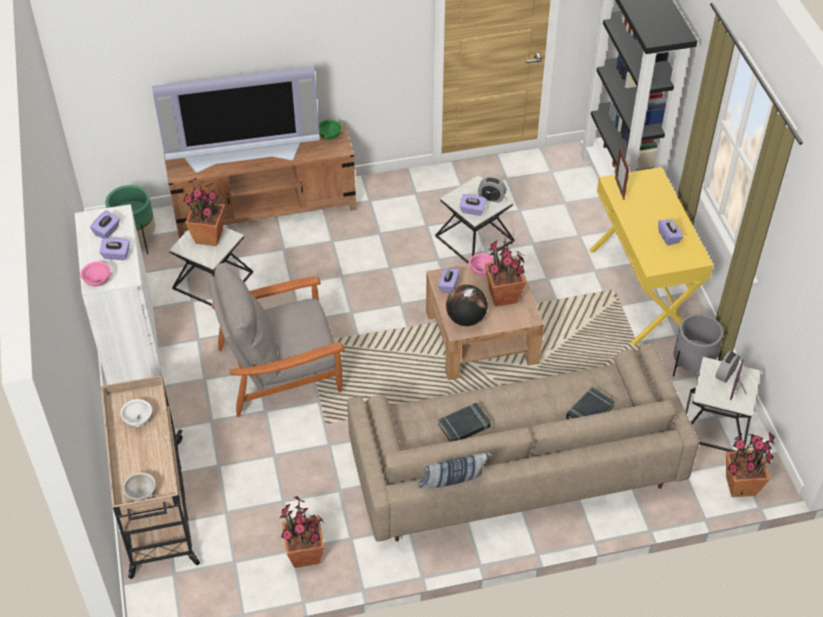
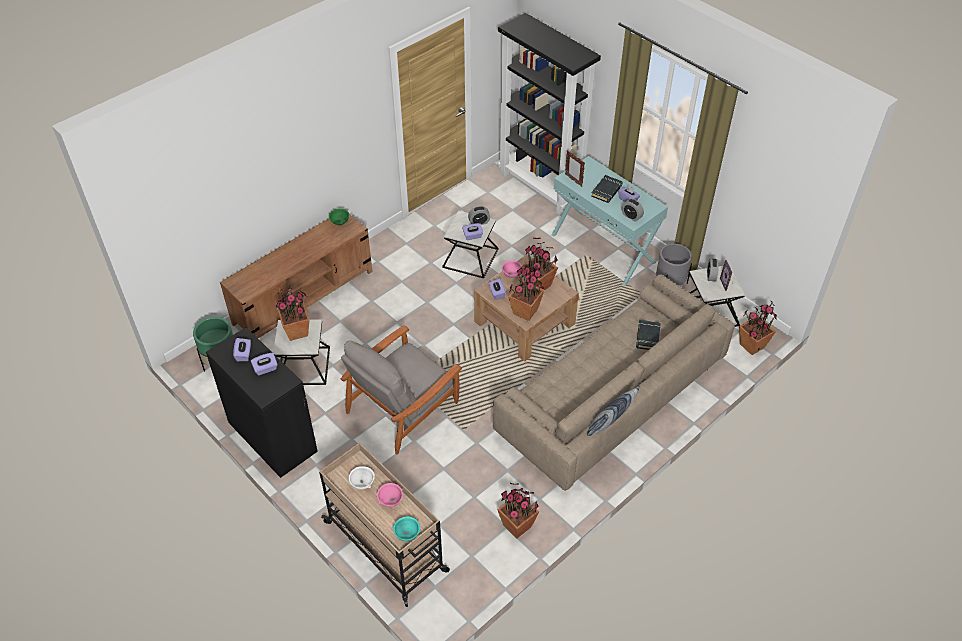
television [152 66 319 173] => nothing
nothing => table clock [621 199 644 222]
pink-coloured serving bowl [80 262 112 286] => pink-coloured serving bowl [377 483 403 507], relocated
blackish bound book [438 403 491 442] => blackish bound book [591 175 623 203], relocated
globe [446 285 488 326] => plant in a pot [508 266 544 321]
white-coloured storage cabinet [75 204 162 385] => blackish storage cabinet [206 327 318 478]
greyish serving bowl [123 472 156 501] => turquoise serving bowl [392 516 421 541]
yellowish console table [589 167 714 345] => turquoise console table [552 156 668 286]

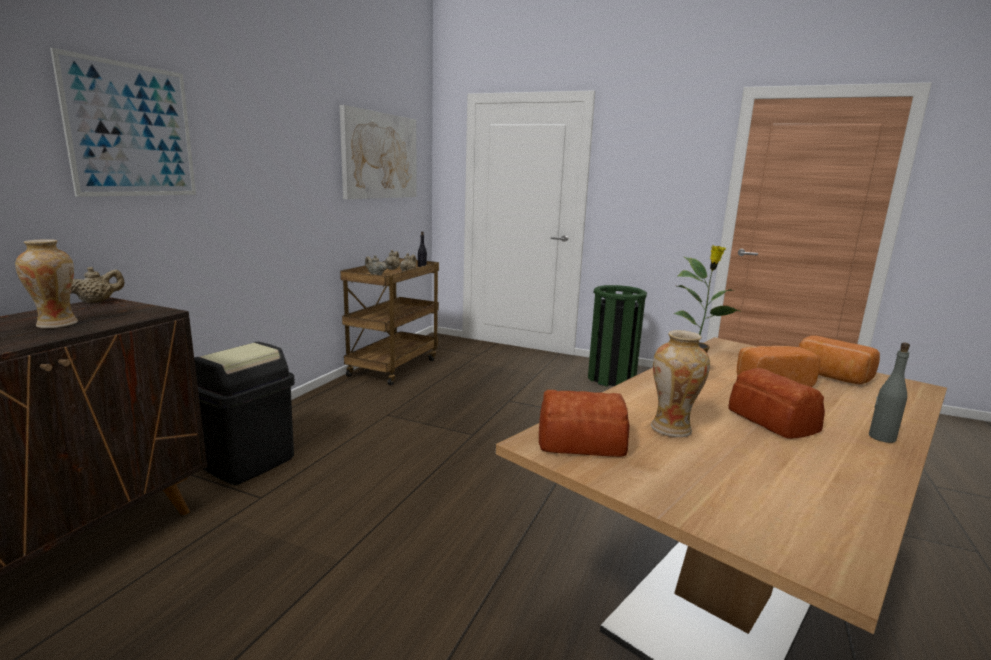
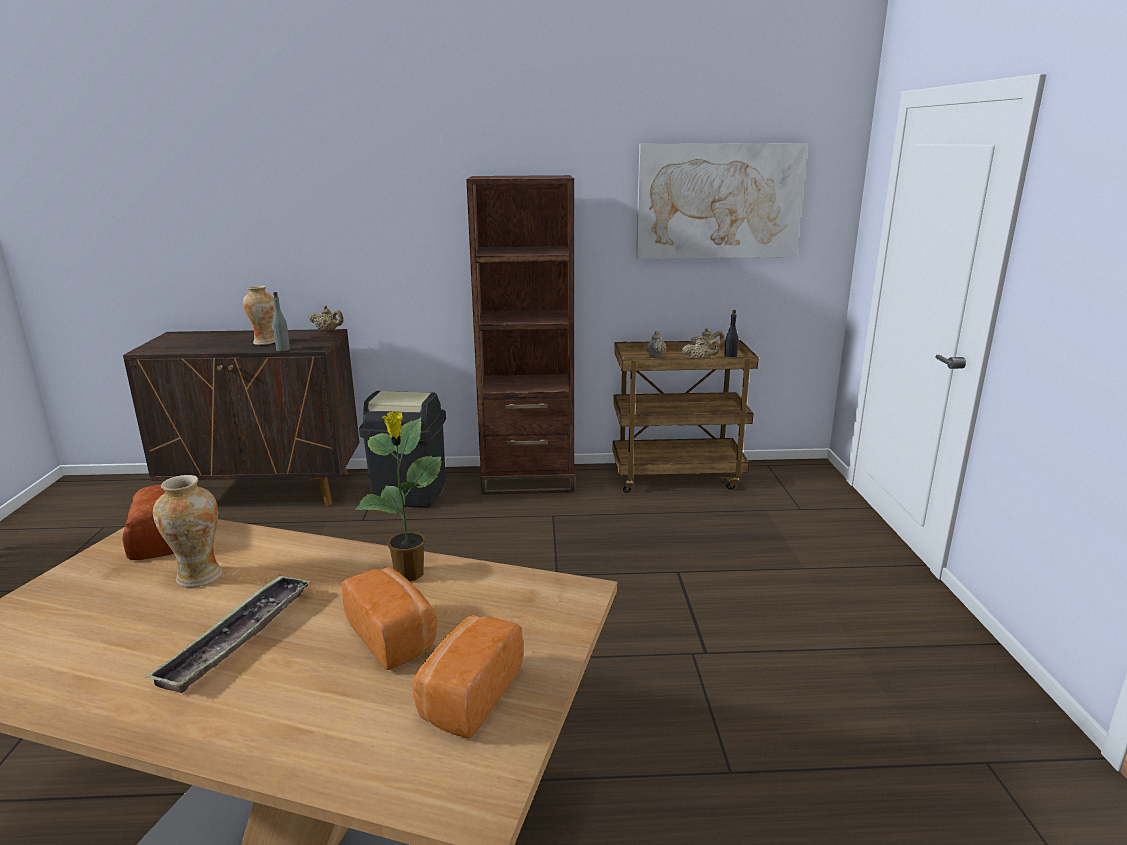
wall picture [50 48 196 197] => nothing
greenish trash can [588 285 647 386] => nothing
nothing => brownish shelving unit [466 175 575 495]
greyish beverage bottle [869 343 910 443] => greyish beverage bottle [273 292 290 351], relocated
bakery bread [728 368 825 439] => carrying tray [146 575 311 693]

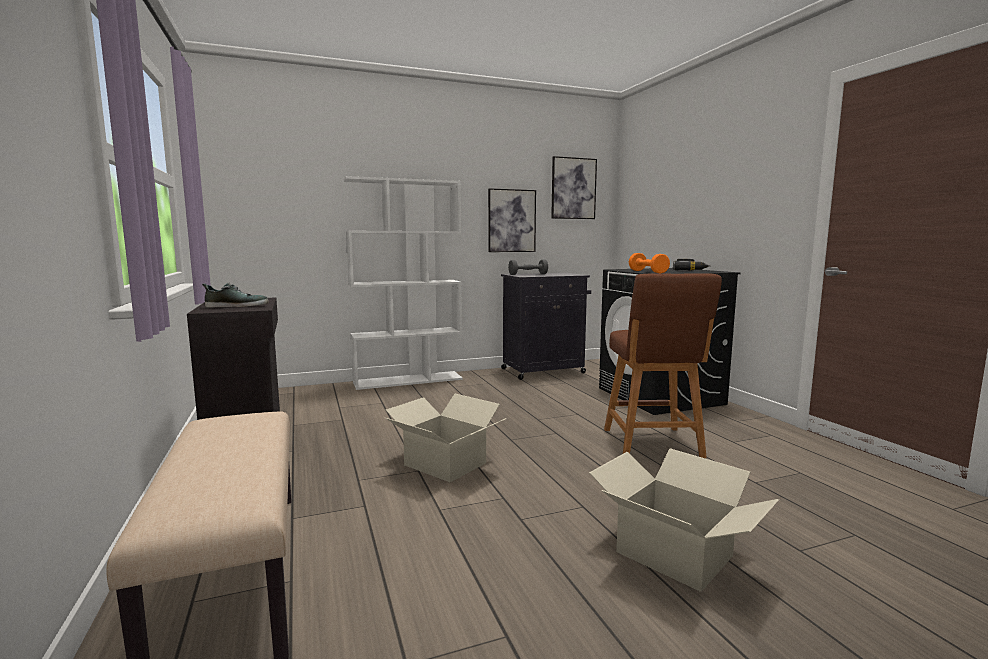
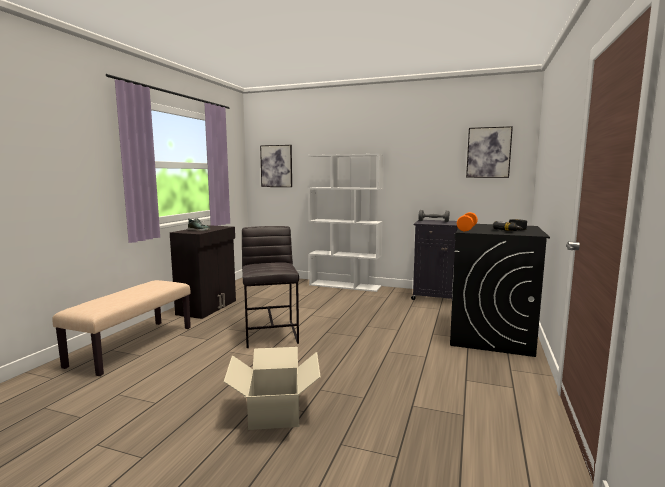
brownish stool seat [604 273 722 458] => nothing
wall picture [488 188 536 252] => wall picture [260 145 292 187], relocated
carton [386 394 507 482] => greyish stool seat [242 226 299 348]

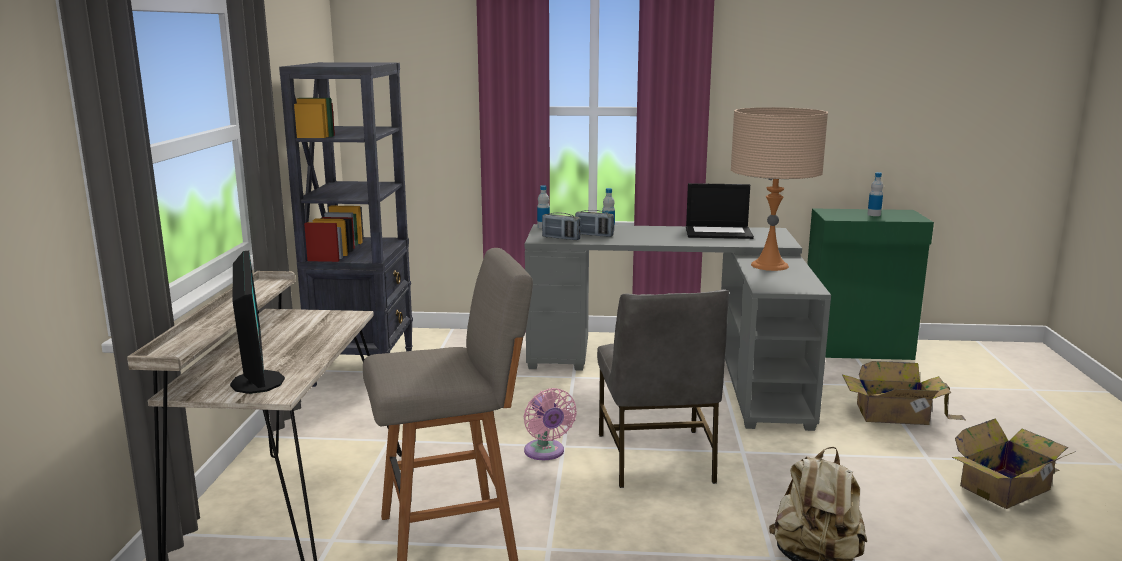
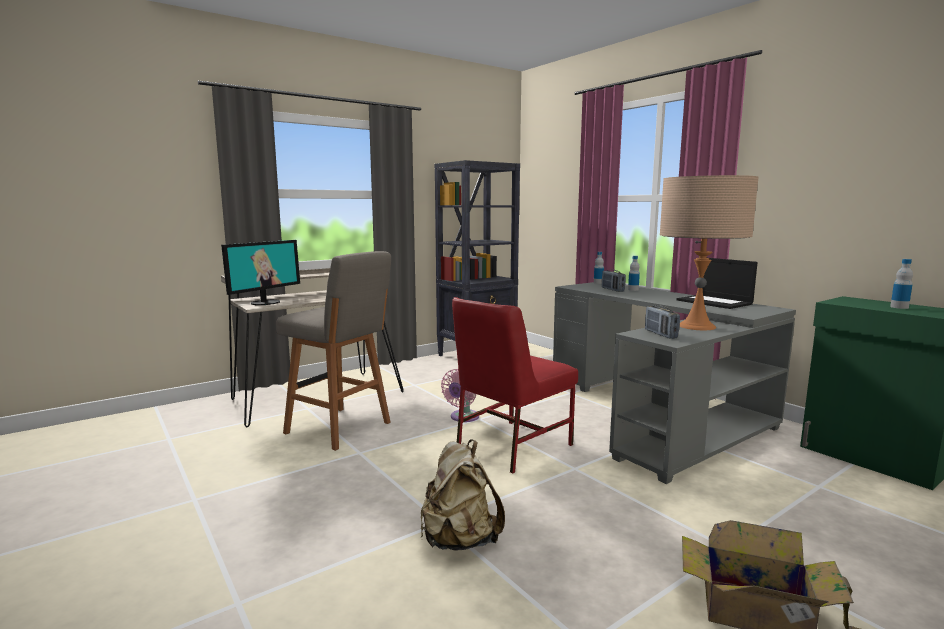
carton [842 361 966 425] => nothing
radio receiver [542 213 581 240] => radio receiver [645 305 680 339], relocated
greyish chair [597 289 729 488] => red chair [452 297 578 474]

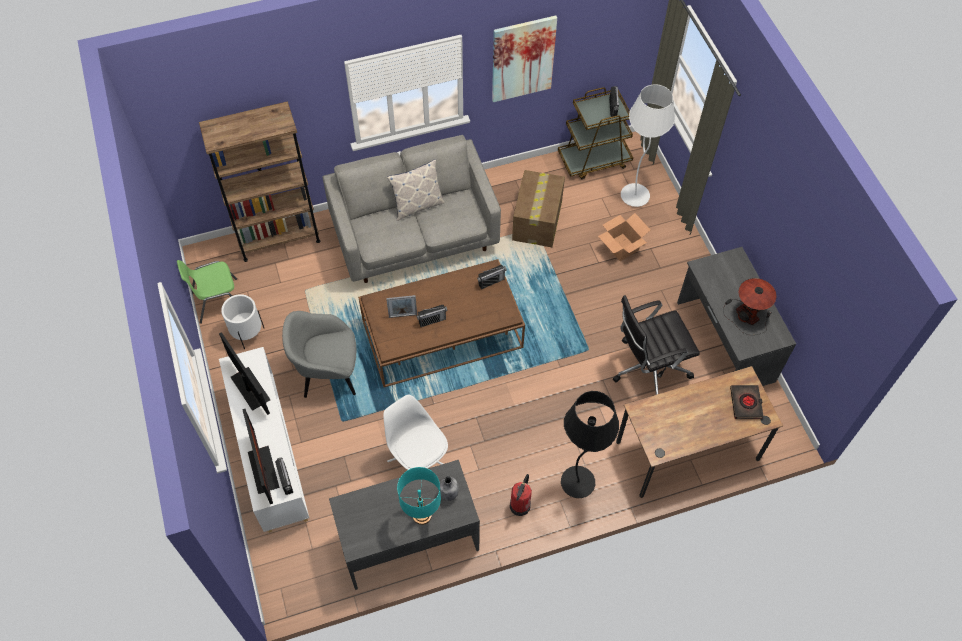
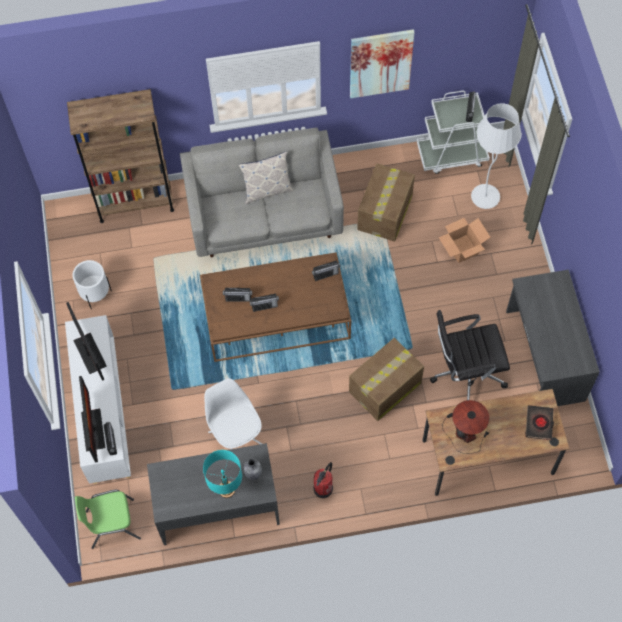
greyish armchair [282 311 356 398] => nothing
blackish standard lamp [561 391 619 498] => nothing
nothing => carton [349 338 424 421]
greenish chair [177 260 237 324] => greenish chair [75 490 141 549], relocated
tabletop lamp [723 278 777 335] => tabletop lamp [442 400 490 454], relocated
picture frame [386 295 417 318] => radio receiver [223 288 252 302]
brownish wheeled cart [558 87 633 179] => white-coloured wheeled cart [417 91 490 174]

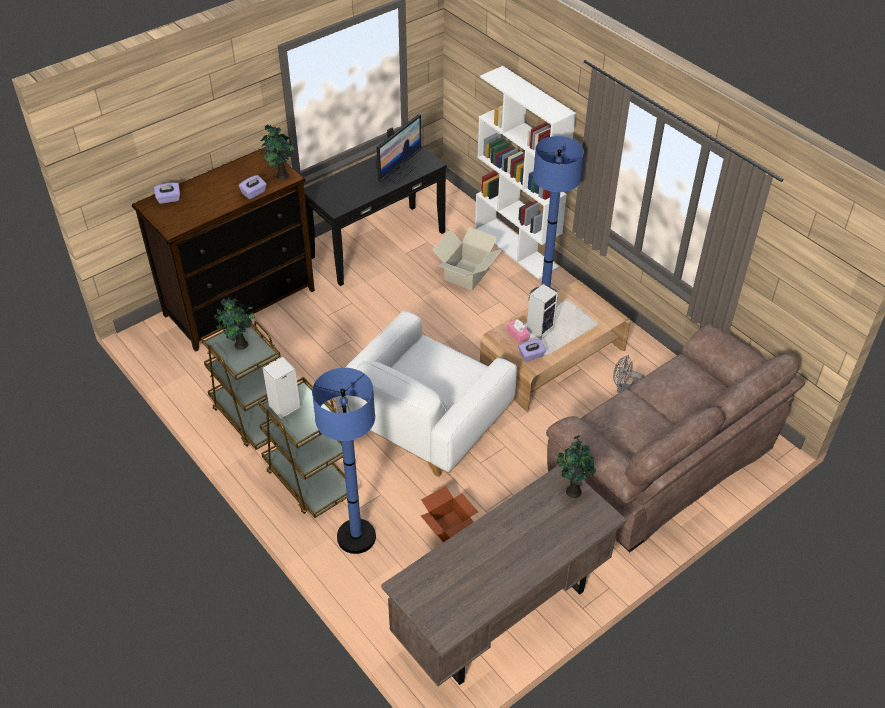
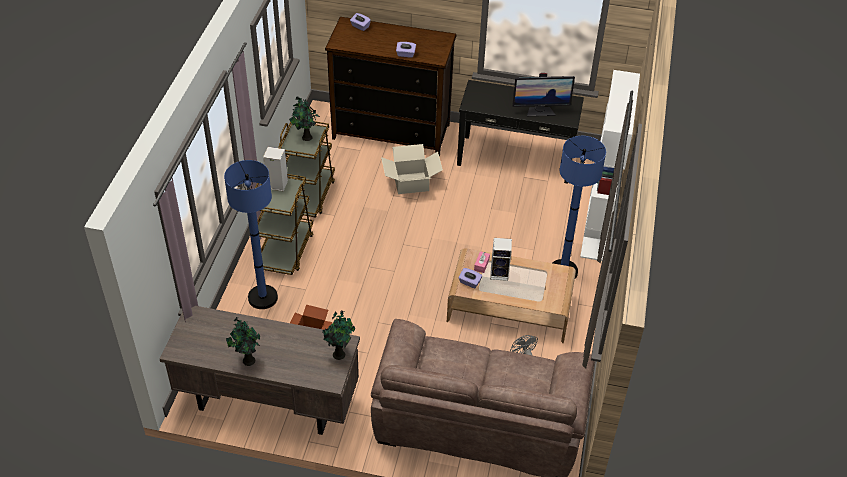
white-coloured armchair [336 311 517 477] => nothing
plant in a pot [260 125 297 180] => plant in a pot [226 317 260 366], relocated
carton [433 227 503 290] => carton [381 144 443 194], relocated

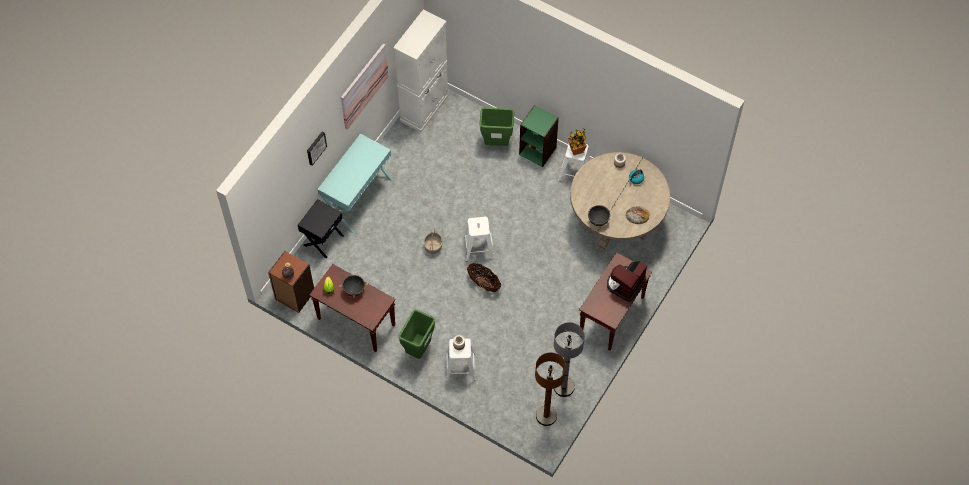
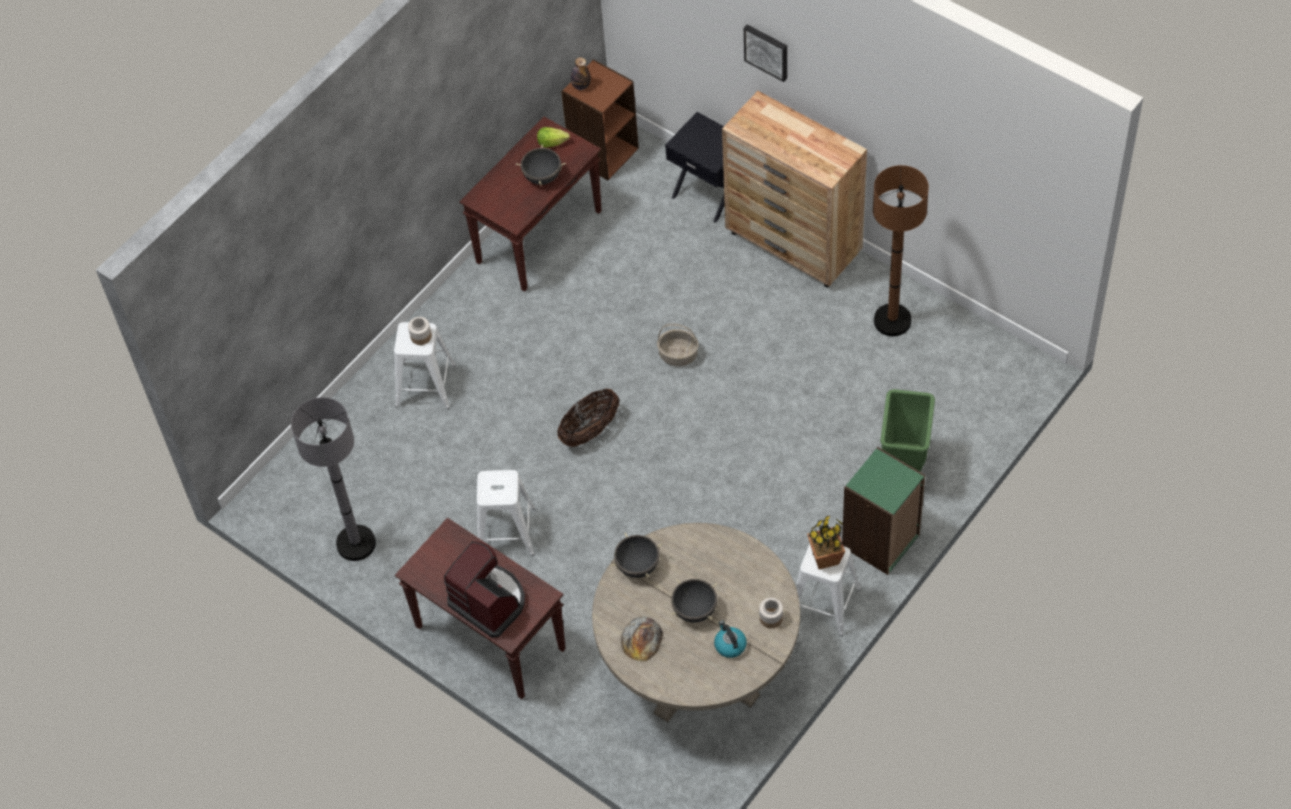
wall picture [341 44 388 130] => nothing
white-coloured storage cabinet [393 10 449 132] => nothing
greenish trash can [398 310 435 359] => nothing
nothing => blackish stockpot [671 579 717 623]
white-coloured stool seat [463 217 495 261] => white-coloured stool seat [477 470 535 556], relocated
brownish standard lamp [535 352 566 426] => brownish standard lamp [873 165 929 336], relocated
turquoise console table [317 134 393 233] => brownish chest of drawers [722 91 867 288]

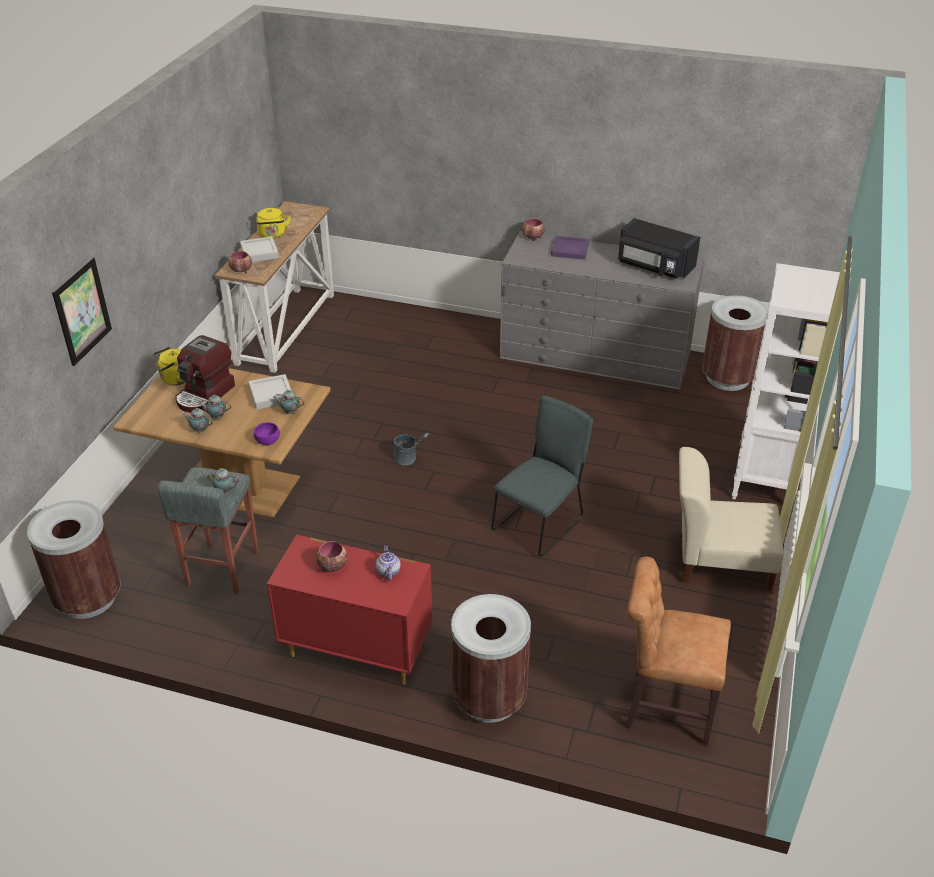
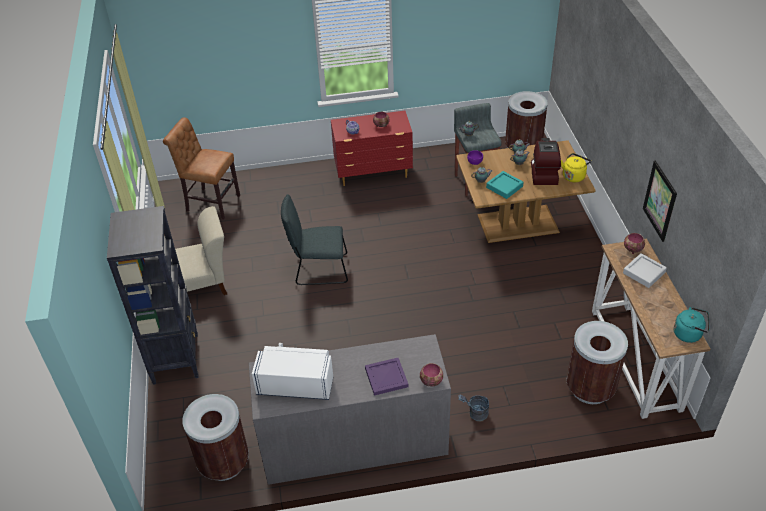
yellowish kettle [256 208 291 239] => nothing
nothing => turquoise kettle [674 307 709 343]
wall picture [52 257 112 366] => wall picture [643 161 677 242], relocated
greyish pail [394 433 429 466] => greyish pail [458 394 489 421], relocated
brownish trash can [451 594 531 723] => brownish trash can [567 321 628 404], relocated
greyish carrying tray [248 374 291 410] => turquoise carrying tray [486 171 524 199]
blackish microwave oven [618 218 700 279] => white-coloured microwave oven [252 343 333 400]
white-coloured shelving unit [732 263 842 499] => blackish shelving unit [107 206 198 385]
greyish chair [491 396 593 556] => greyish chair [281 194 348 285], 75 degrees clockwise
brownish chair [625 557 731 746] => brownish chair [163 118 240 219], 150 degrees counterclockwise

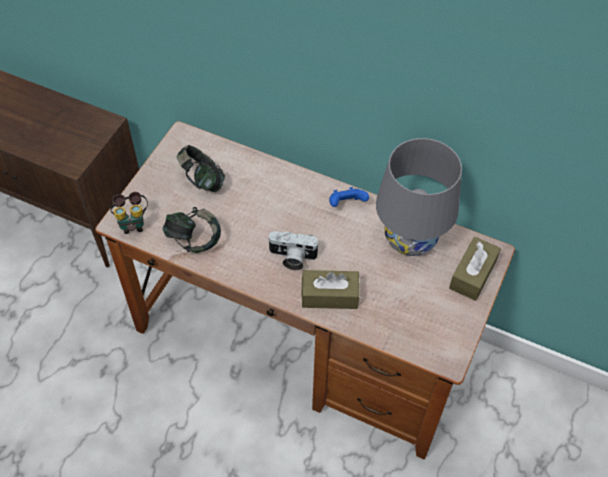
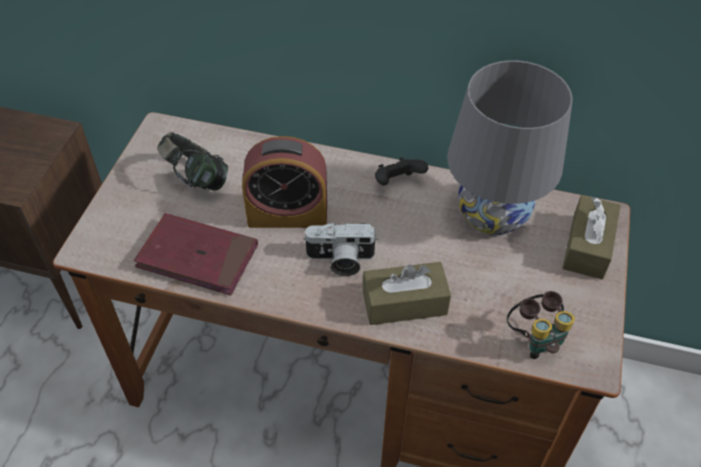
nothing => table clock [242 136 327 228]
binoculars [110 192 148 234] => binoculars [507 291 575 359], relocated
headset [163 207 221 253] => red bound book [134 213 258 295]
blue gamepad [329 187 369 207] => blackish gamepad [375 157 428 186]

